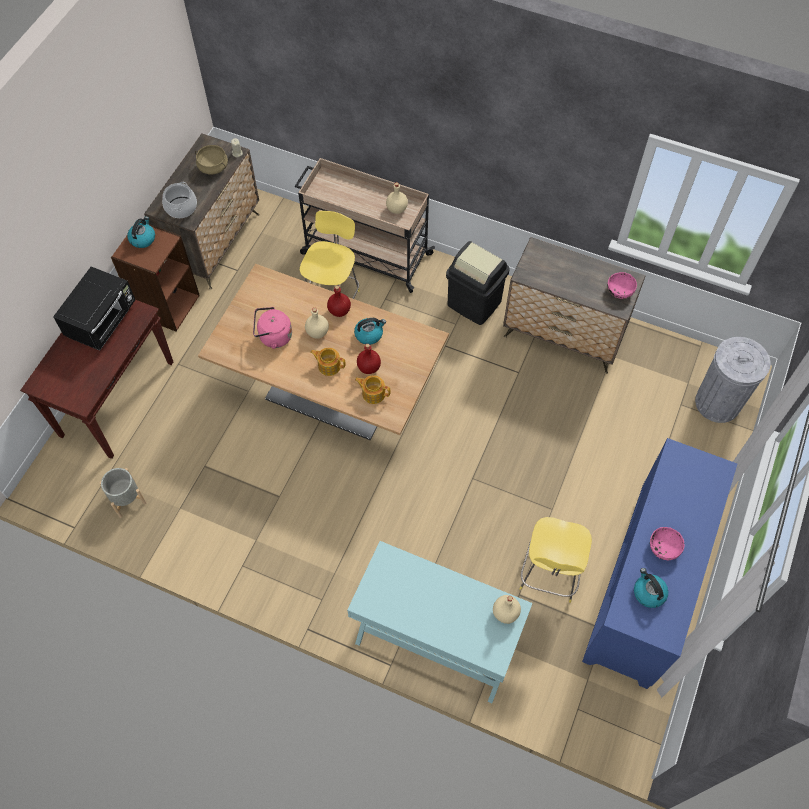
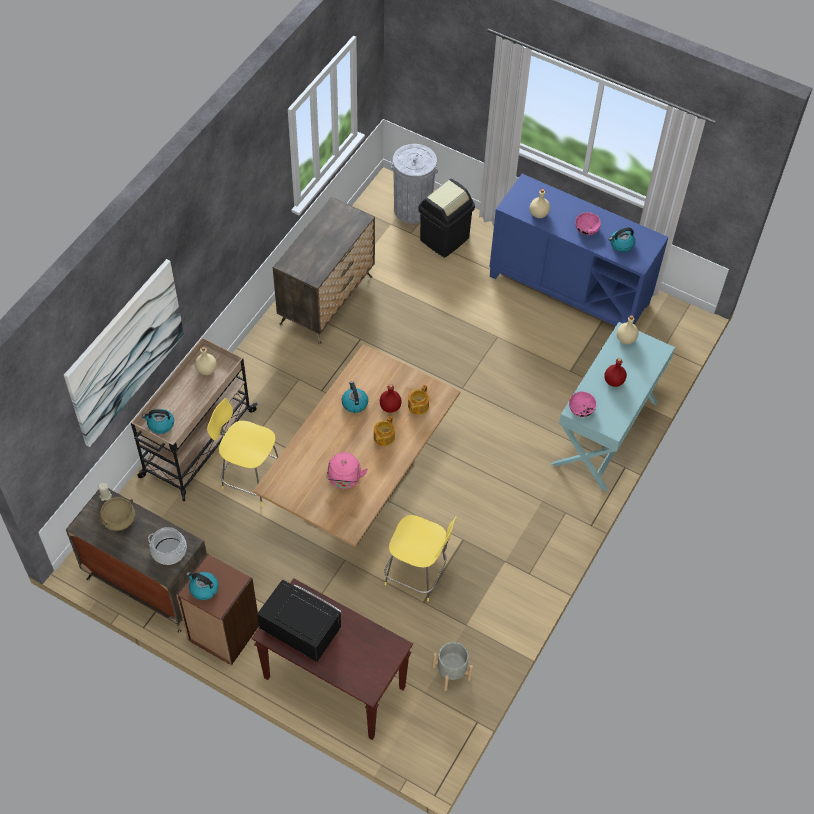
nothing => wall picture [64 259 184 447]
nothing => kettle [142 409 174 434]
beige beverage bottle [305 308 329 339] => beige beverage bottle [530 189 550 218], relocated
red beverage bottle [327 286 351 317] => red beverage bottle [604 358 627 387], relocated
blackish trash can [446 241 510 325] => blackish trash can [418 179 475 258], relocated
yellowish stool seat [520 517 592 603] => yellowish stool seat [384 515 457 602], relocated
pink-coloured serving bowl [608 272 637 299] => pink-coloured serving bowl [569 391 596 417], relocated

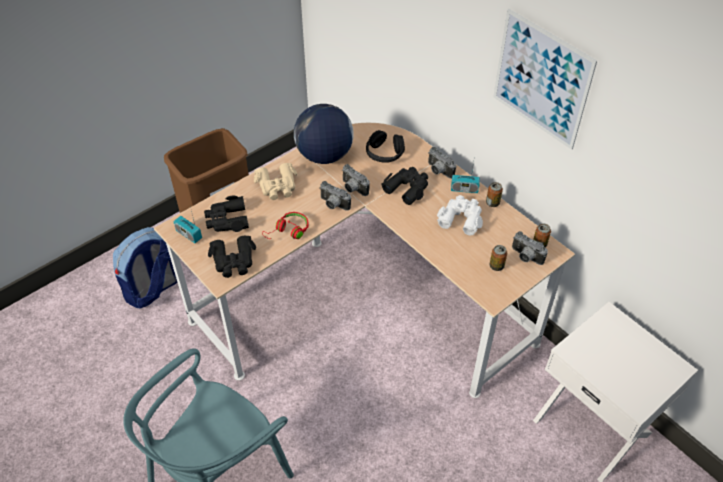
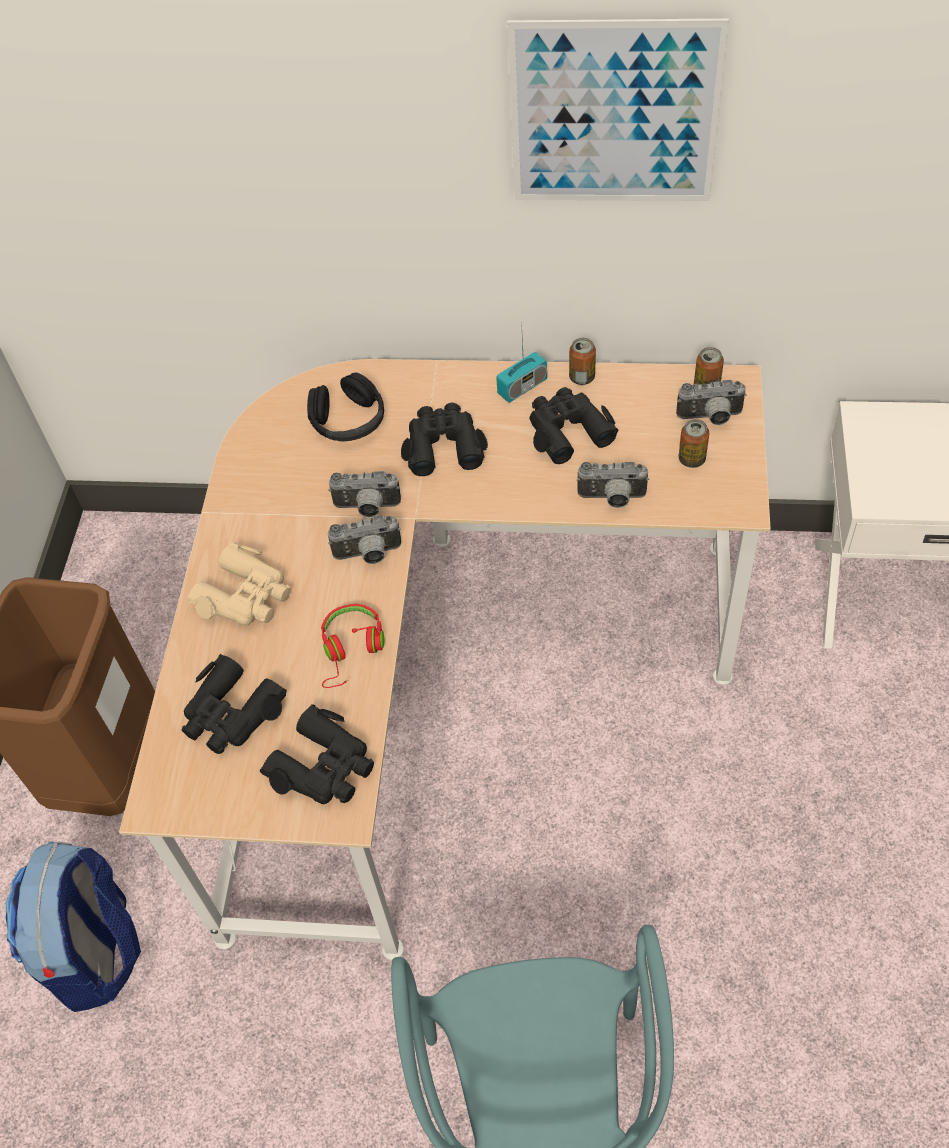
radio receiver [173 207 202 243] => nothing
globe [294 104 354 164] => nothing
photo camera [428 147 456 179] => photo camera [577 462 649 508], relocated
white-coloured binoculars [437 195 483 235] => blackish binoculars [529 387 618 464]

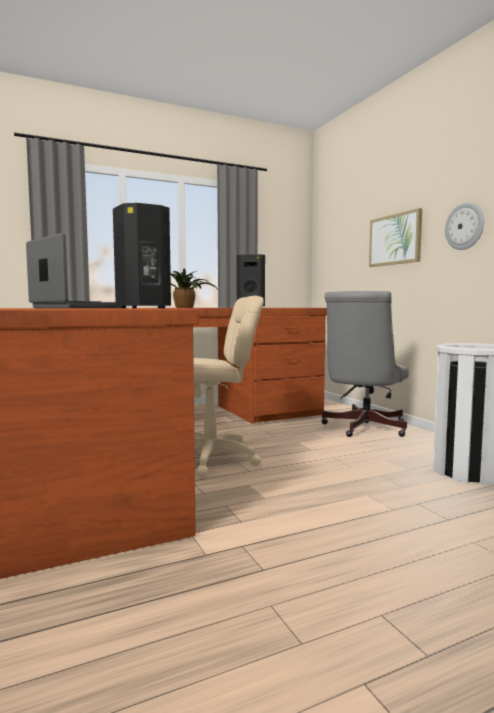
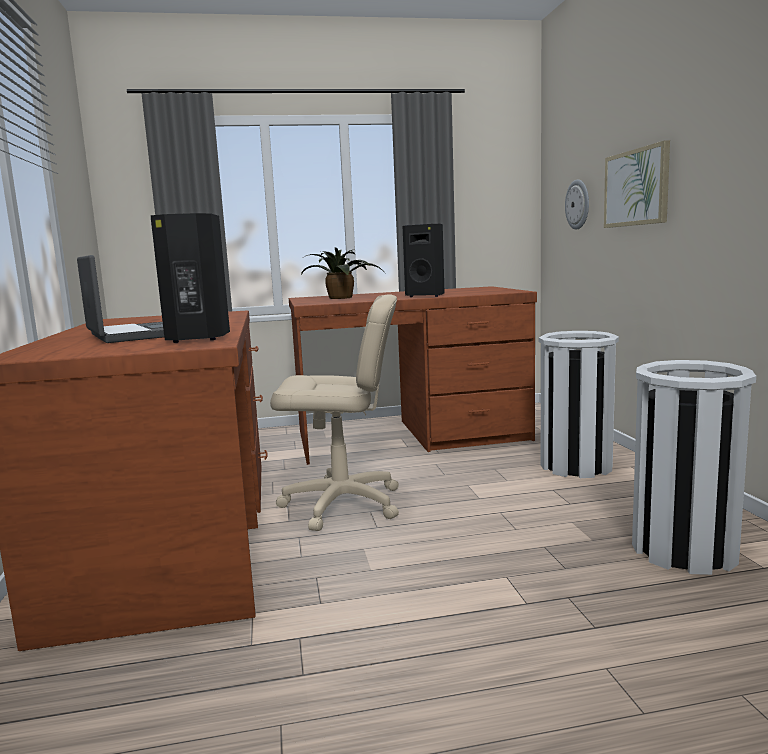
wall clock [445 203 484 250] => wall clock [565 179 589 230], relocated
greyish desk chair [321 291 409 437] => white-coloured trash can [539 331 619 478]

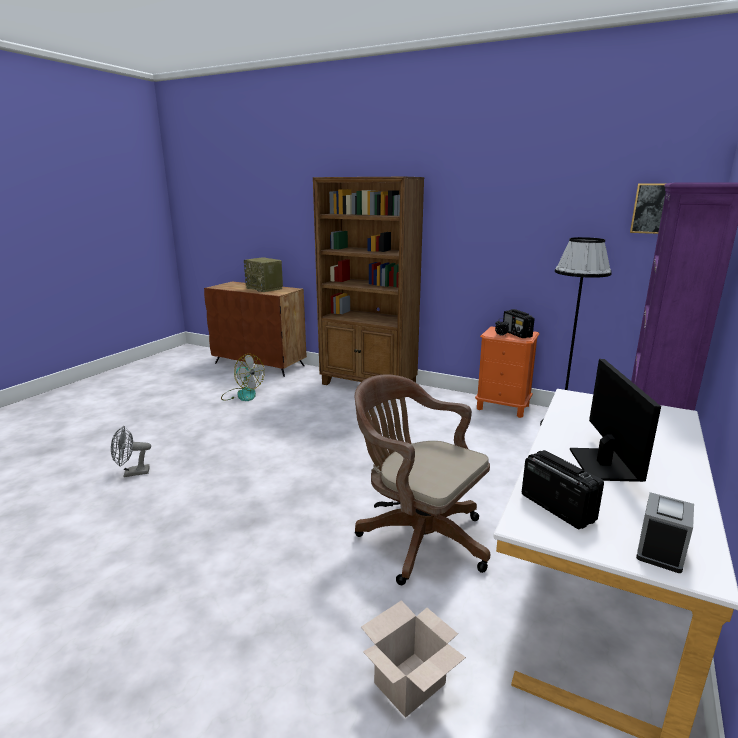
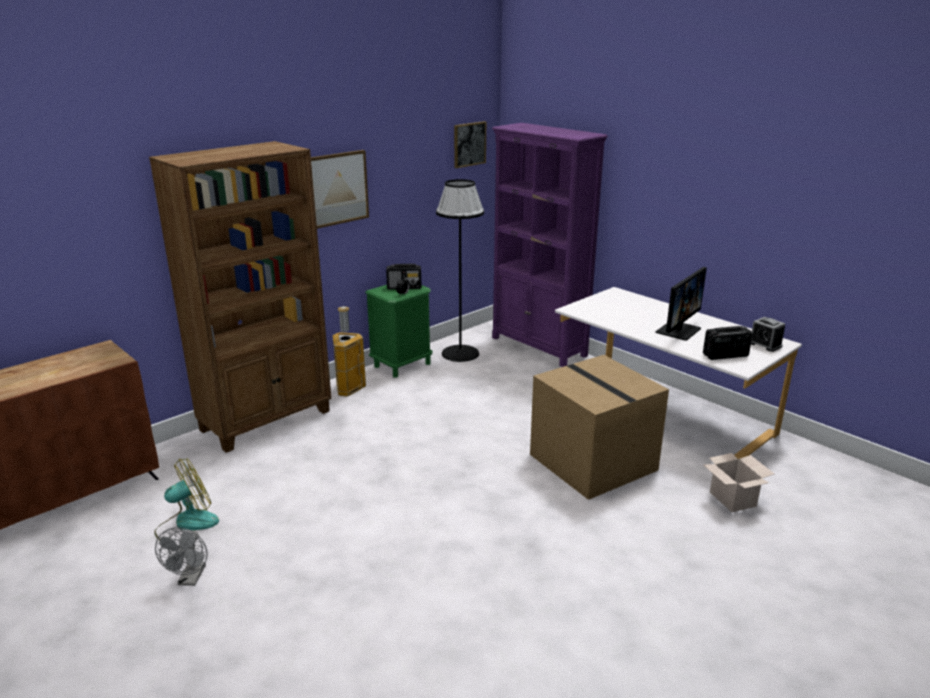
radio receiver [244 257 283 292] => nothing
nothing => wall picture [311 150 369 229]
nothing => trash can [333 306 366 397]
greyish fan [111 426 151 477] => greyish fan [155 527 207 586], relocated
brownish desk chair [355 374 490 585] => carton [530 355 669 500]
orange-coloured bedside table [475 326 539 418] => greenish bedside table [365 285 432 378]
monitor [570 359 661 482] => monitor [655 267 707 341], 105 degrees clockwise

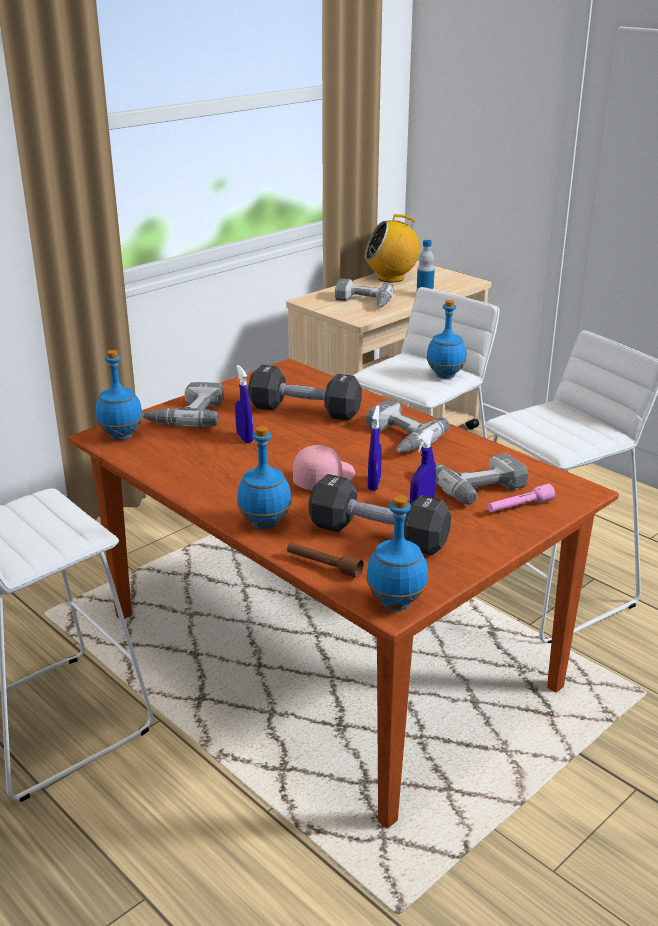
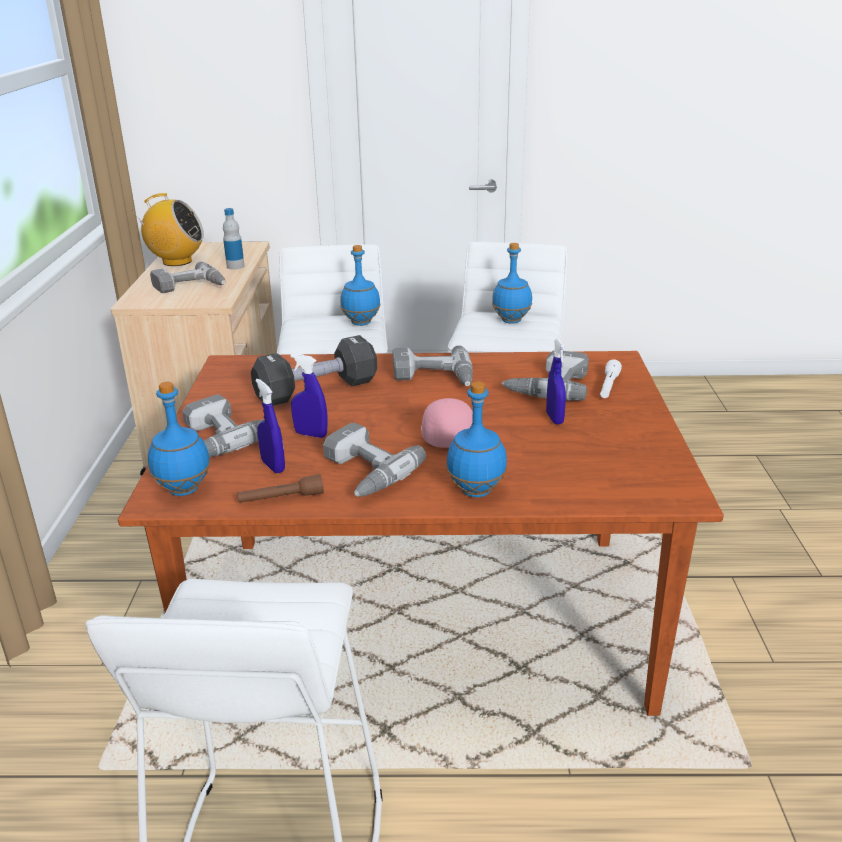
blackish hand weight [309 474 451 555] => nothing
nothing => drill [323 423 426 497]
brownish torch [287 543 364 578] => brownish torch [237 474 324 503], relocated
blue beverage bottle [366 495 428 610] => blue beverage bottle [492 243 532 324], relocated
blue sprayer [368 405 382 491] => blue sprayer [256 379 285 473], relocated
pink-coloured torch [488 484 555 512] => white-coloured torch [600 359 622 398]
radio receiver [364 214 420 282] => radio receiver [132 193 204 266], 120 degrees counterclockwise

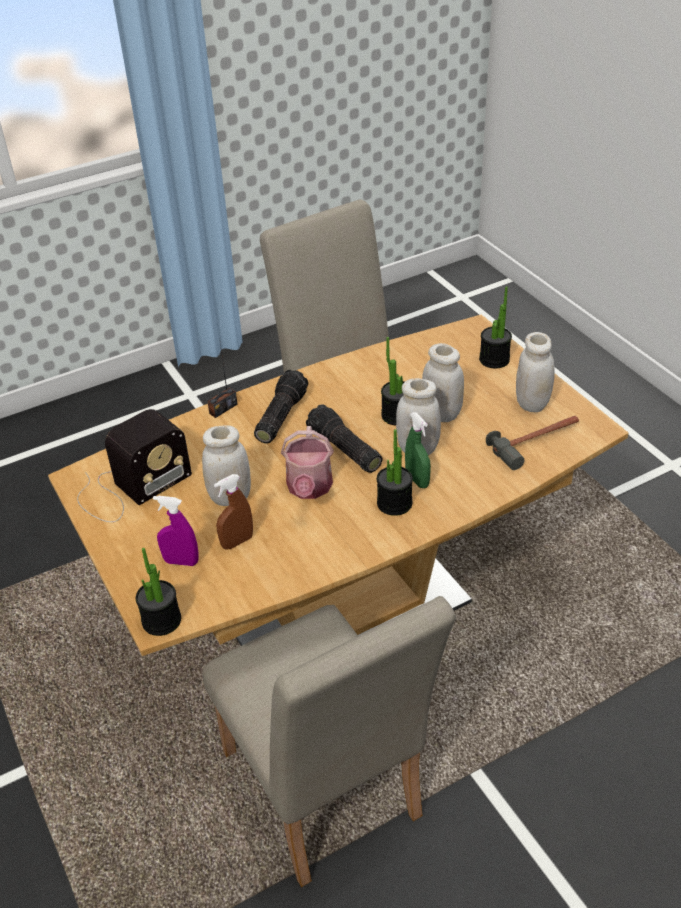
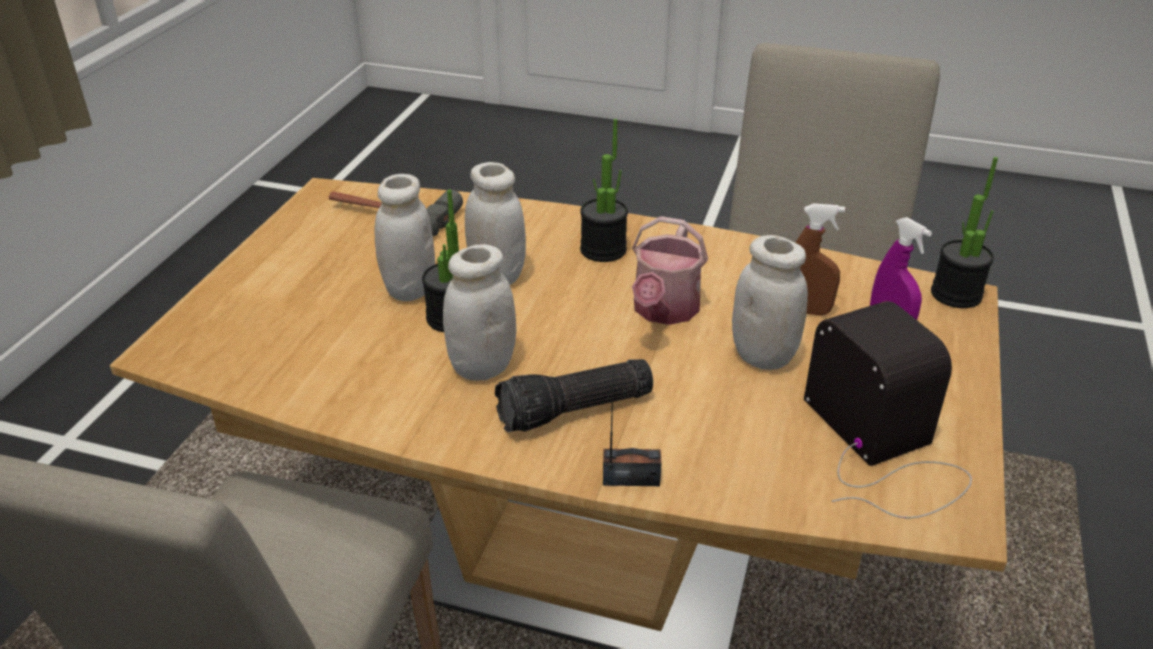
torch [306 404 383 473] => nothing
greenish sprayer [405 412 431 488] => nothing
plant in a pot [479 286 512 368] => nothing
white-coloured storage jar [516 332 555 412] => white-coloured storage jar [443 244 516 381], relocated
radio receiver [77 409 192 522] => radio receiver [804 301 972 518], 60 degrees clockwise
watering pot [281 426 334 499] => watering pot [632 216 708 325], 150 degrees clockwise

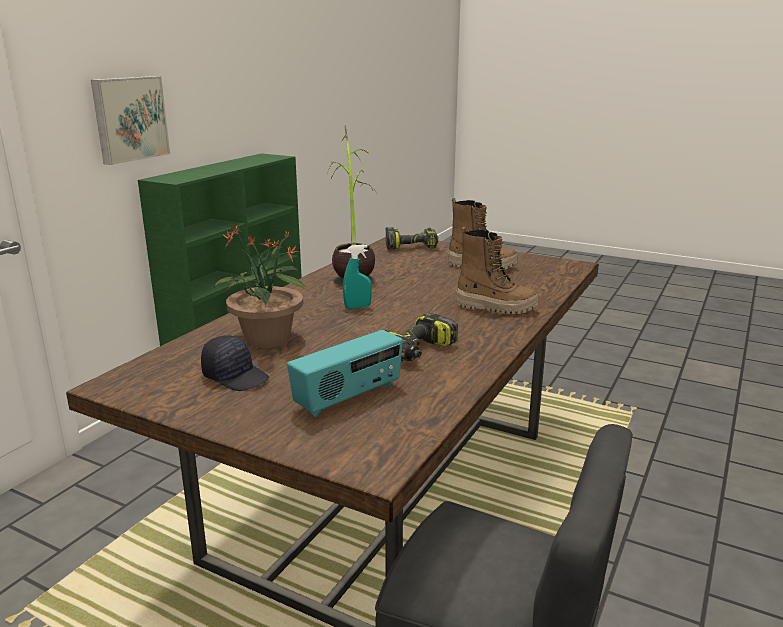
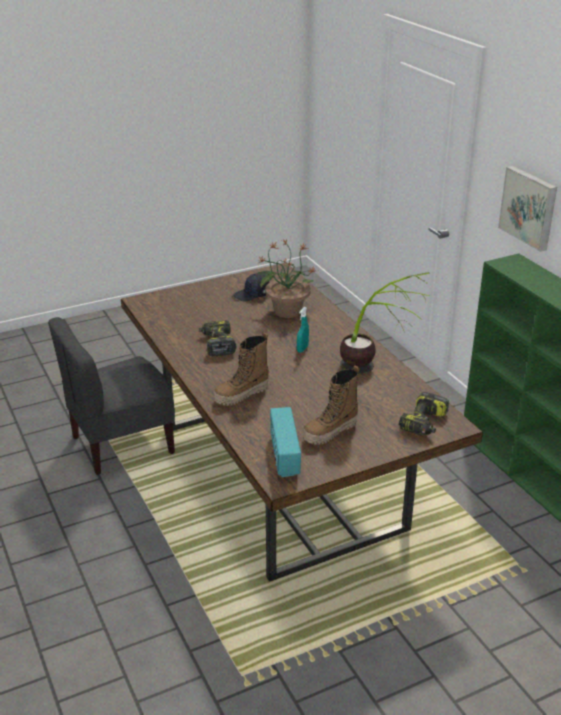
radio receiver [287 330 403 417] => radio receiver [270 407 301 477], relocated

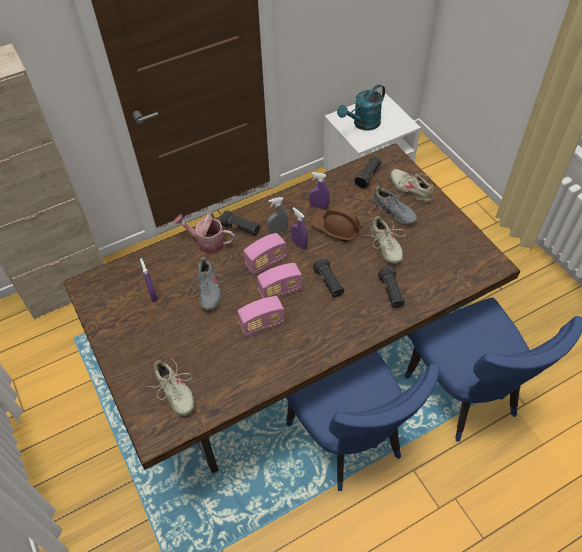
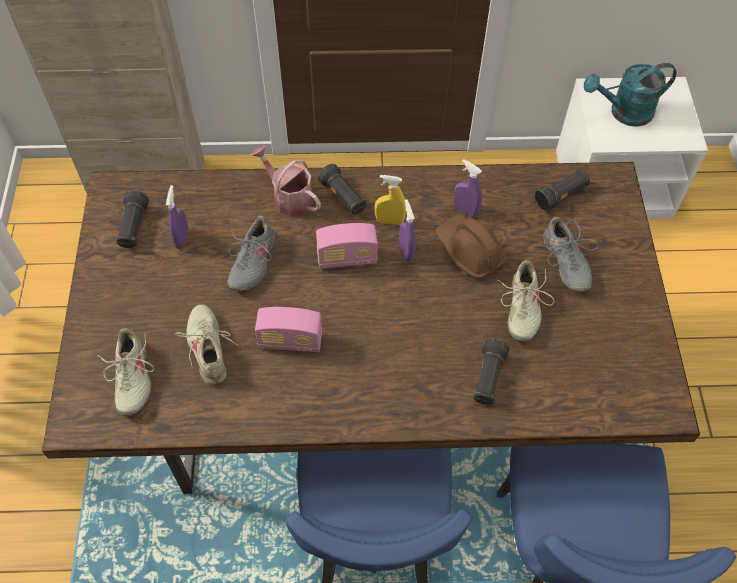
radio receiver [257 263 302 299] => nothing
blackish torch [313 258 344 297] => blackish torch [116 191 149 248], relocated
beige shoe [390 169 434 203] => beige shoe [175 304 239 385], relocated
greyish sprayer [268 197 288 234] => yellowish sprayer [375 175 406 225]

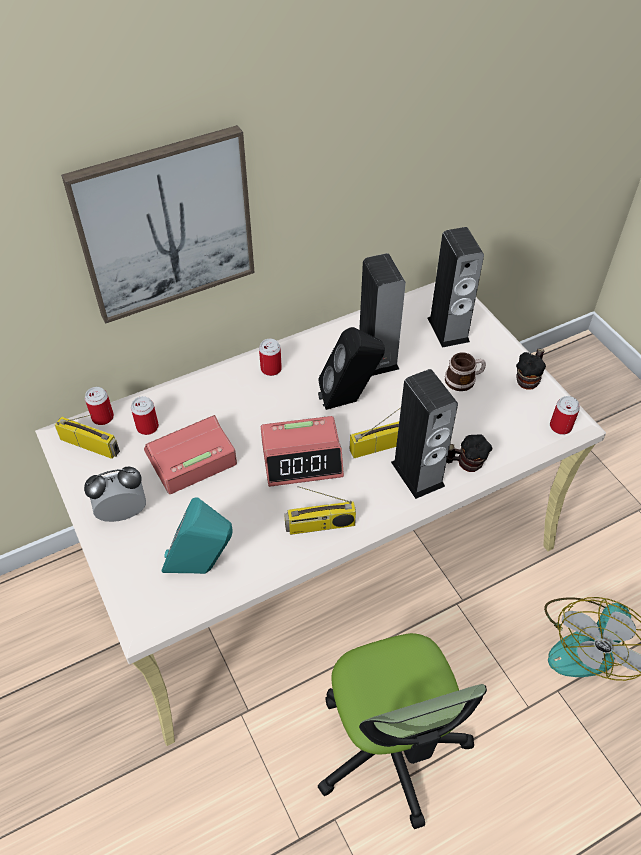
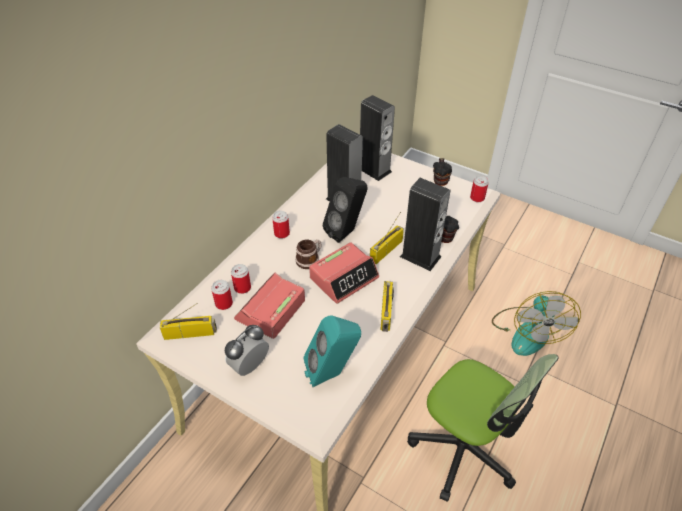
wall picture [61 125 255 324] => nothing
can [85 387 114 425] => can [231 264 251 294], relocated
mug [445 352 486 391] => mug [295 240 322 269], relocated
radio receiver [284 486 356 535] => radio receiver [380 281 394 332], 45 degrees counterclockwise

